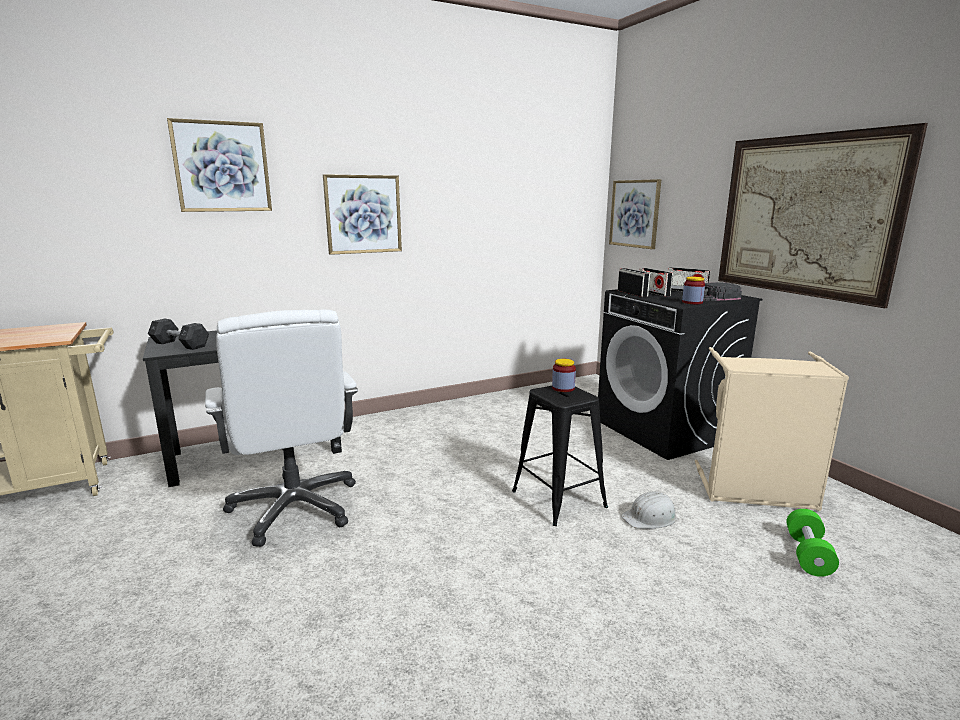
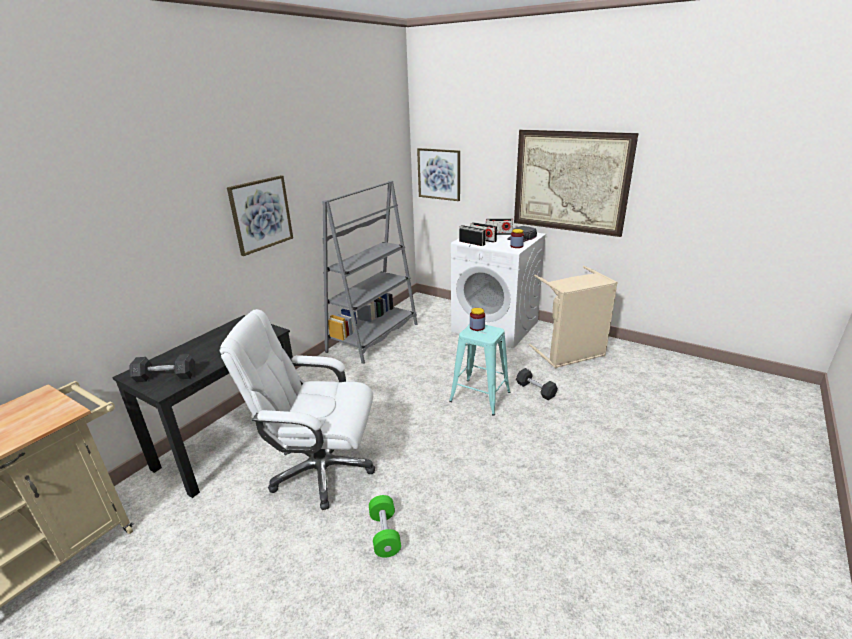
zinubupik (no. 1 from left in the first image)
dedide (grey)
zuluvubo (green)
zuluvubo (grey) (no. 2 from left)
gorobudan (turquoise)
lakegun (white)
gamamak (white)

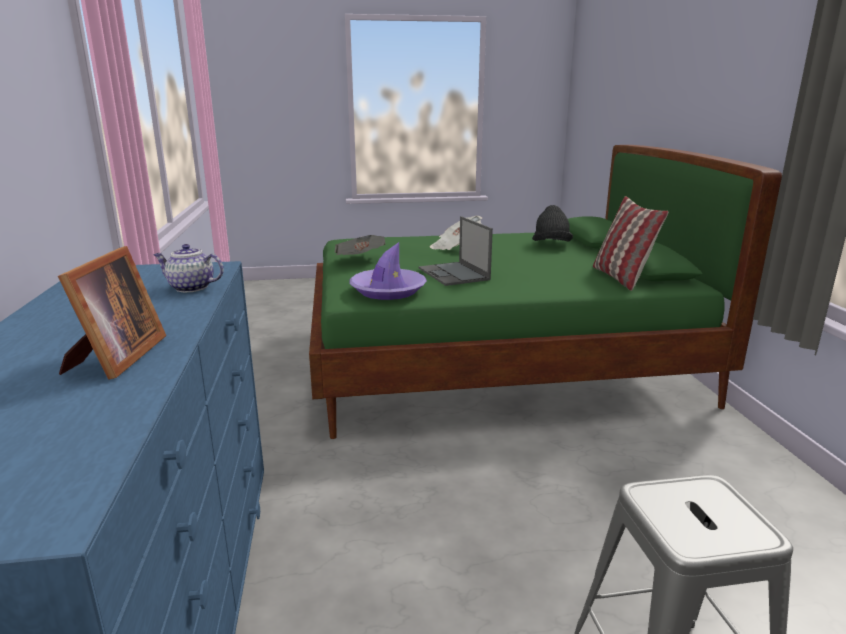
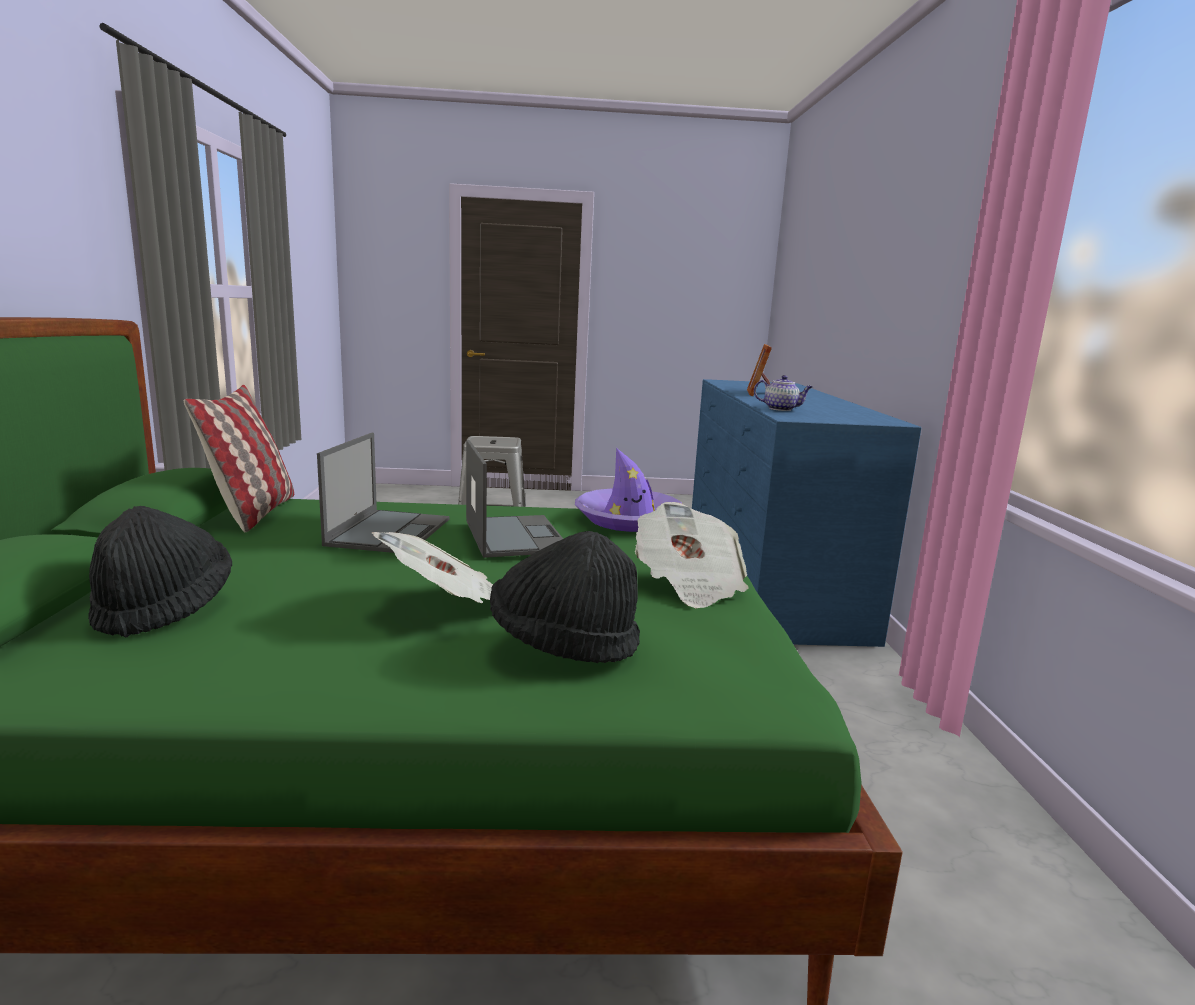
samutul (no. 1 from left)
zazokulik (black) (no. 2 from left)

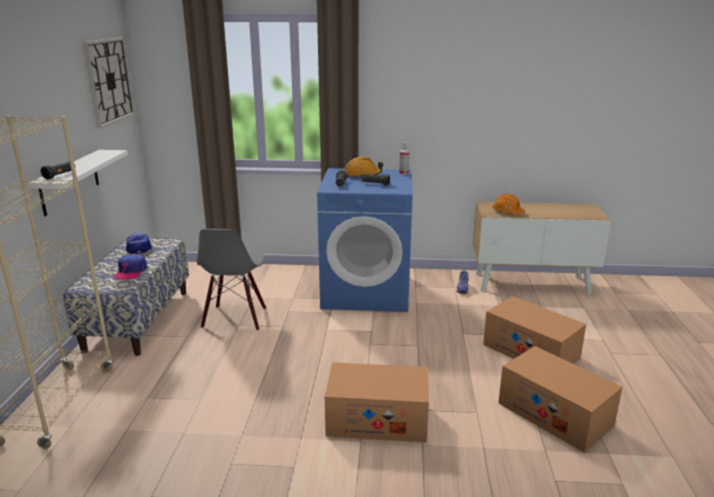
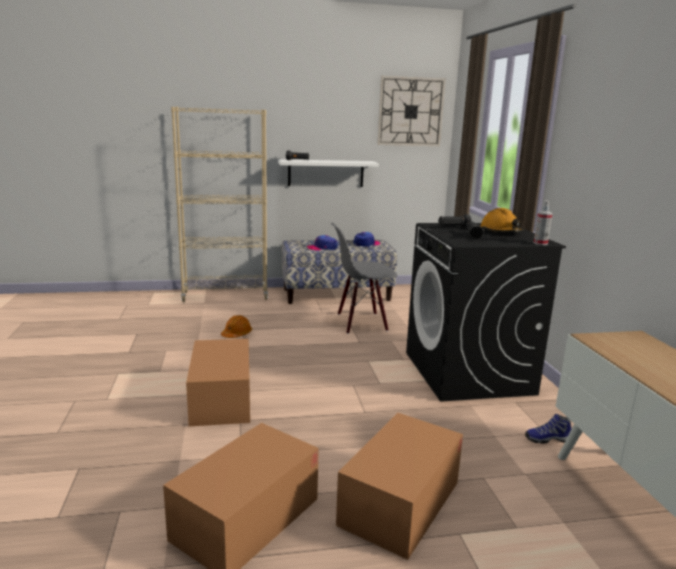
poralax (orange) (no. 1 from left)
lakegun (black)

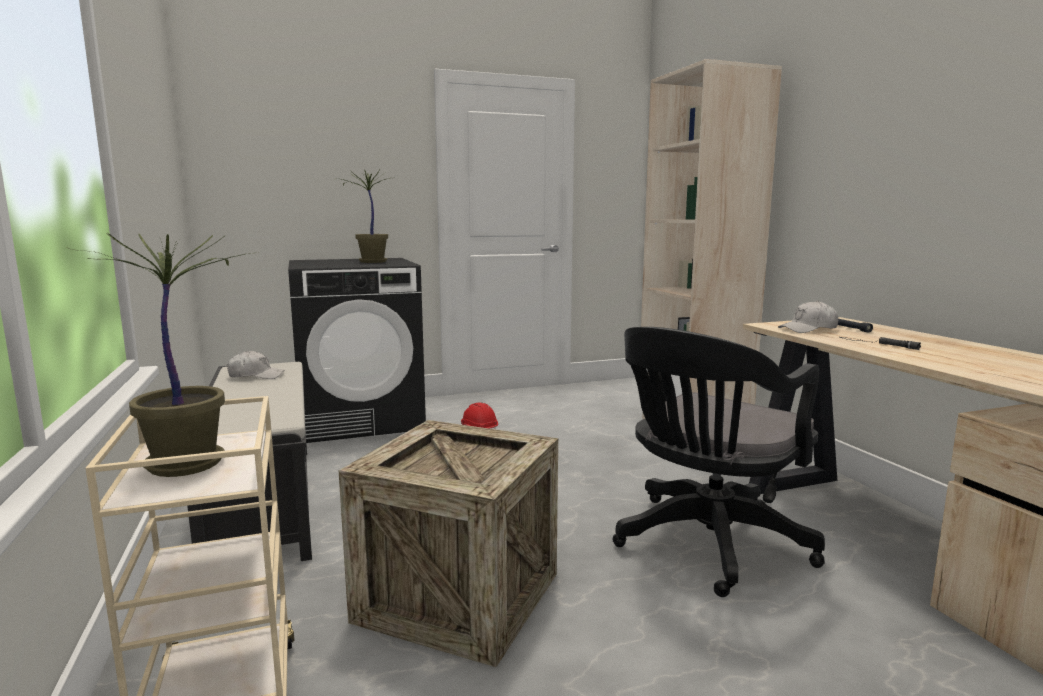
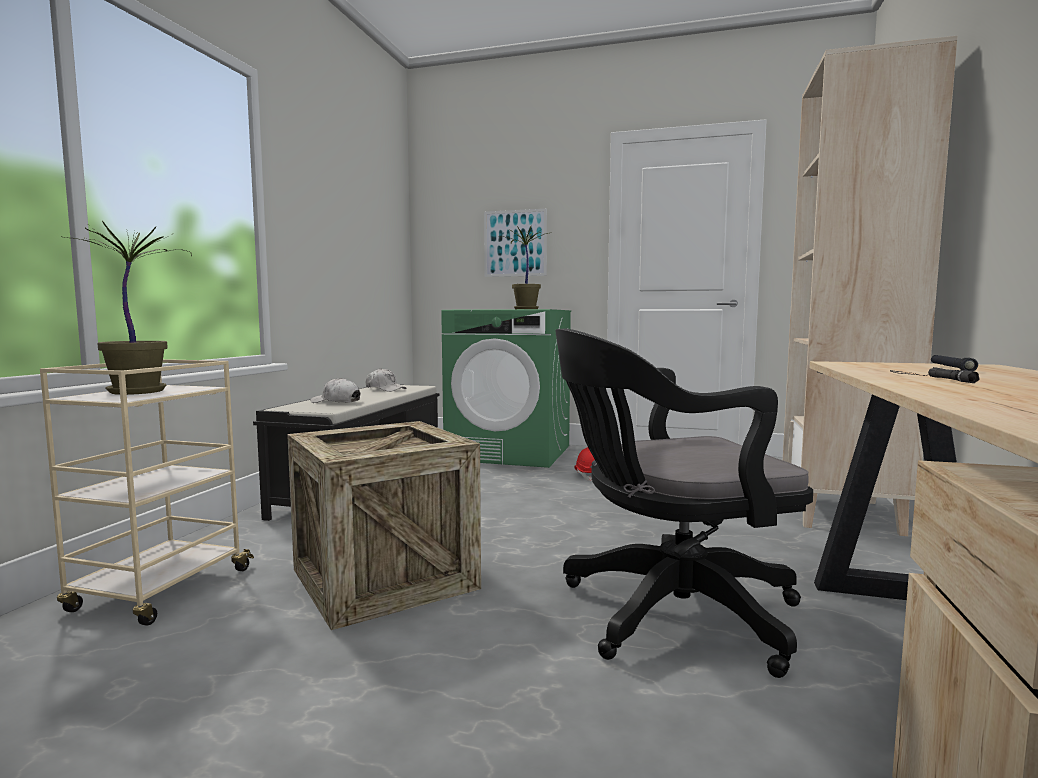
zinubupik
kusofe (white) (no. 1 from left)
lakegun (green)

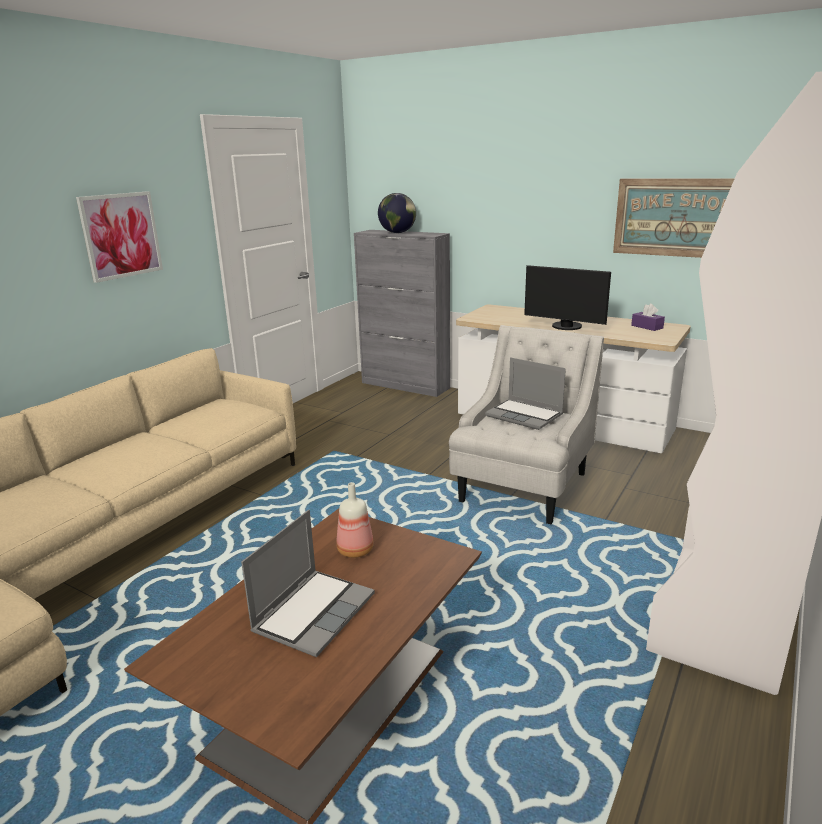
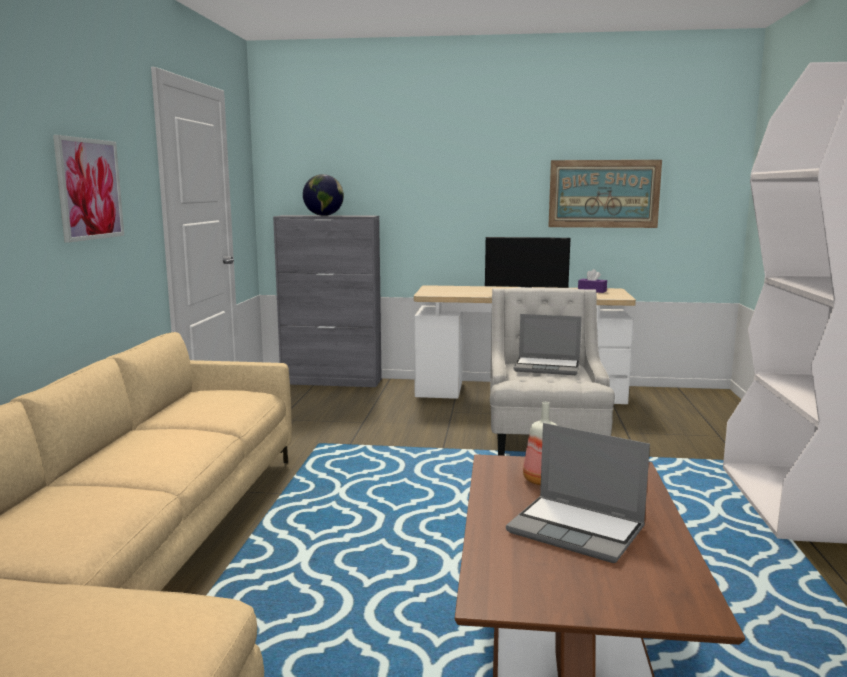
samutul (no. 2 from left)

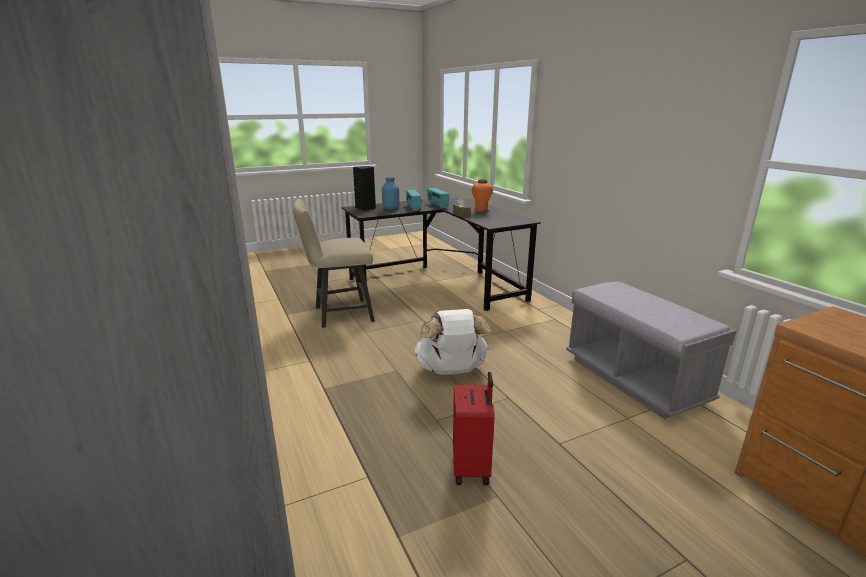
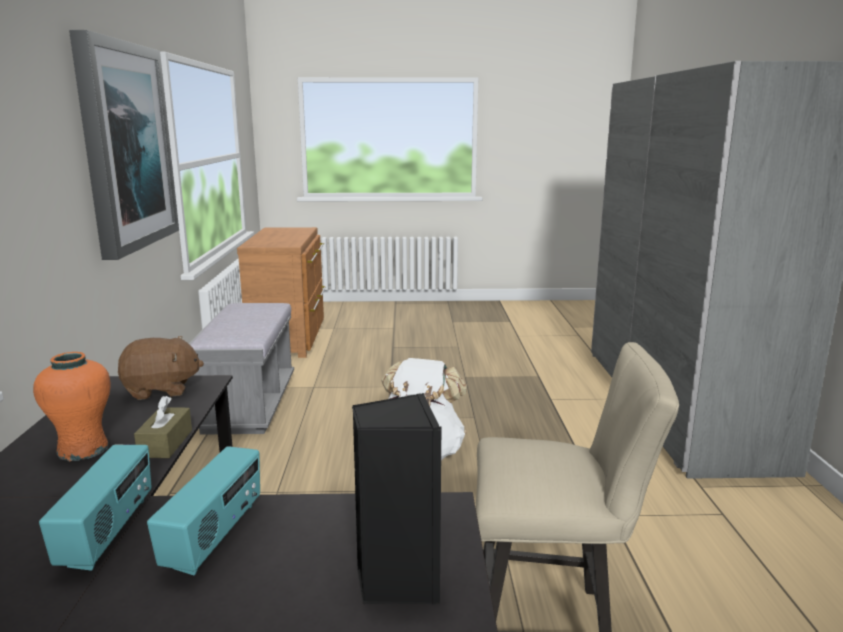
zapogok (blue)
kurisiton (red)
zinubupik
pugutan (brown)

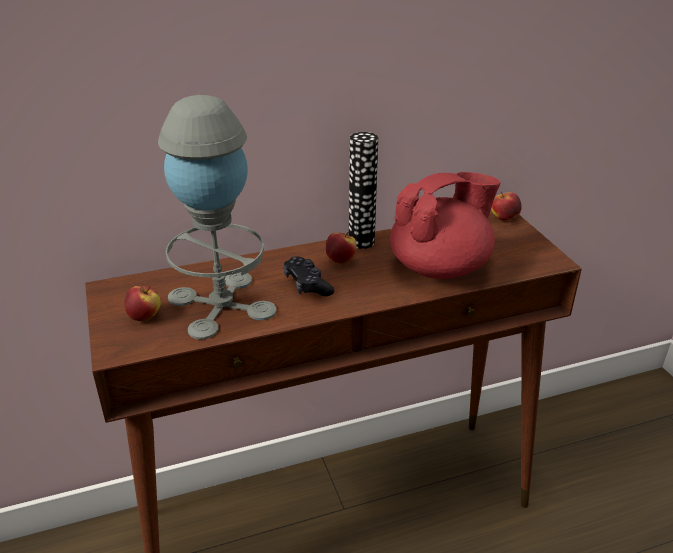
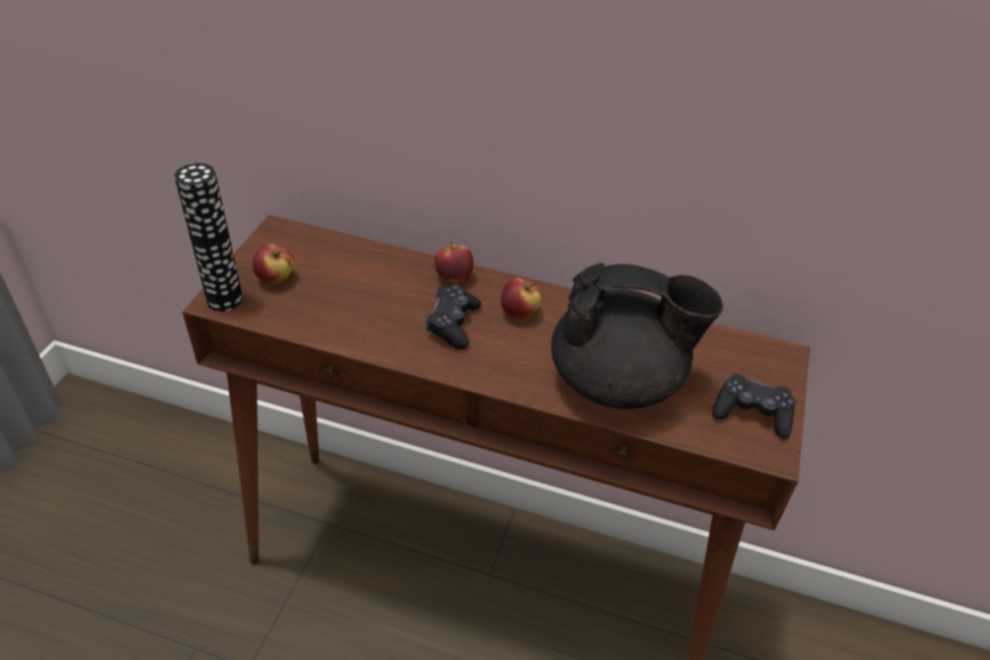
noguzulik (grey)
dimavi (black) (no. 2 from left)
zapogok
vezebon (no. 2 from left)
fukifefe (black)

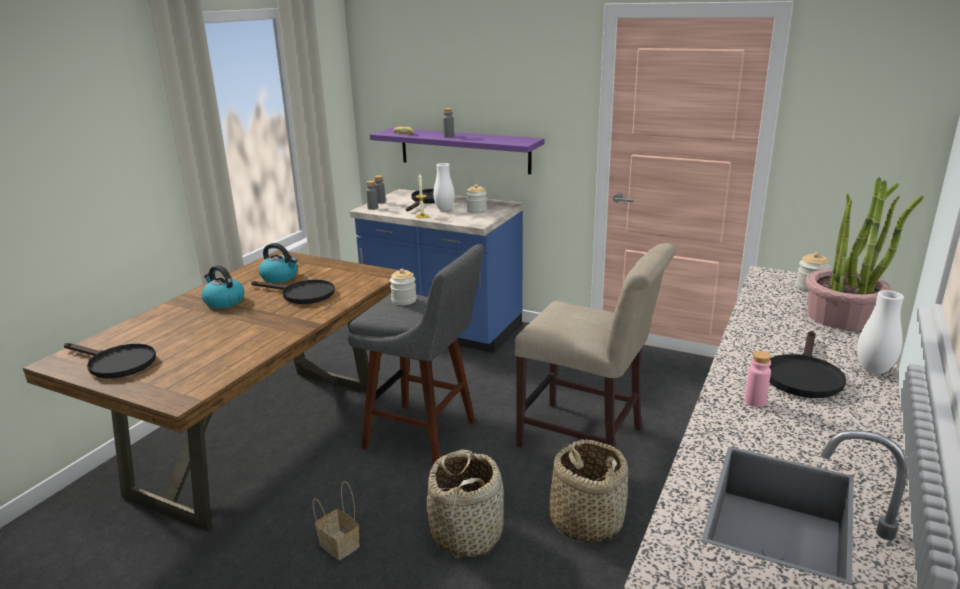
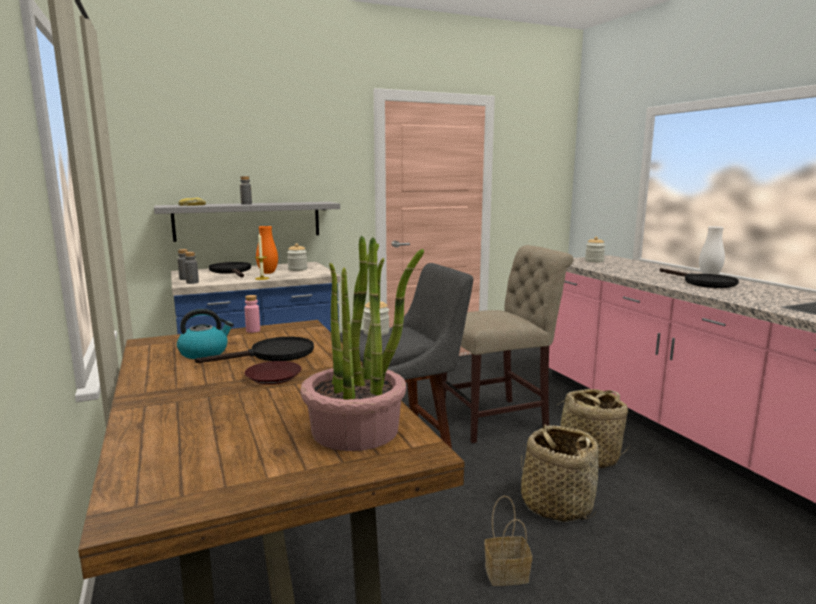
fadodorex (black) (no. 1 from left in the first image)
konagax (no. 1 from left in the first image)
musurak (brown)
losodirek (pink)
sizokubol
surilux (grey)
zapogok (orange)

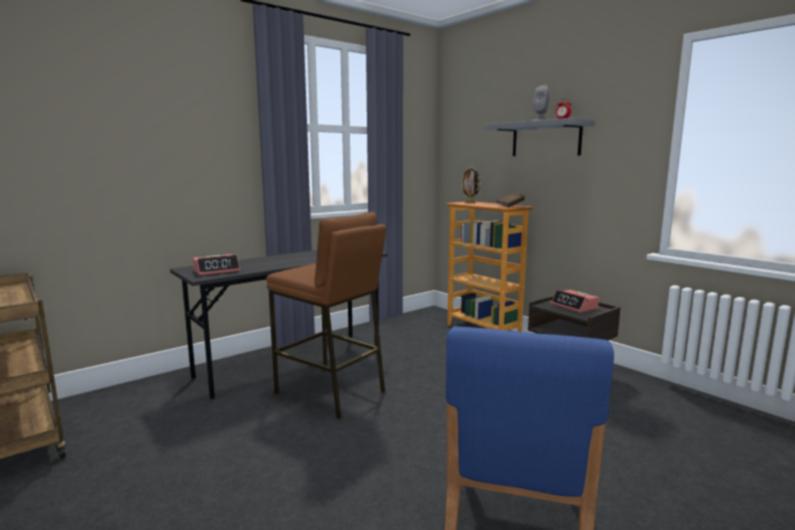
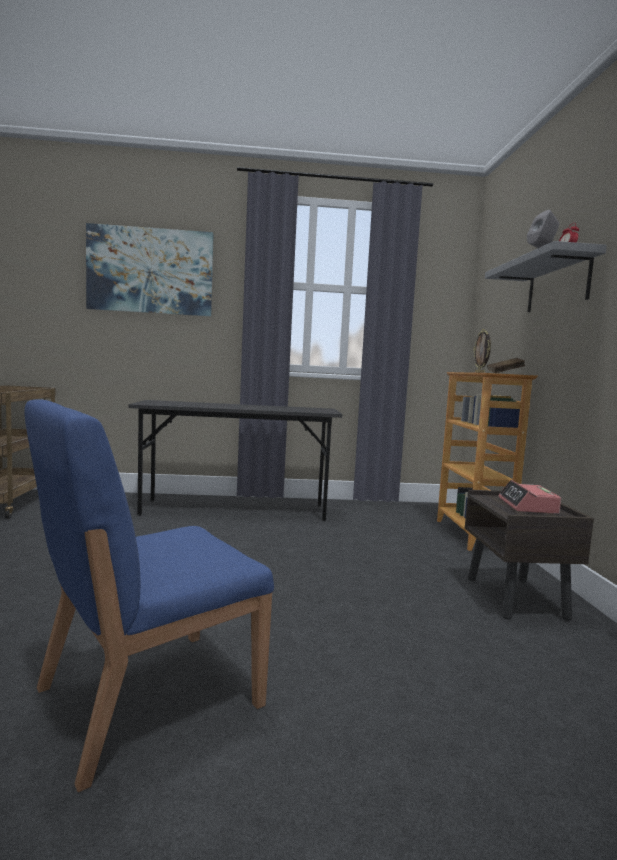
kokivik (no. 1 from left in the first image)
gorobudan (brown)
zinubupik

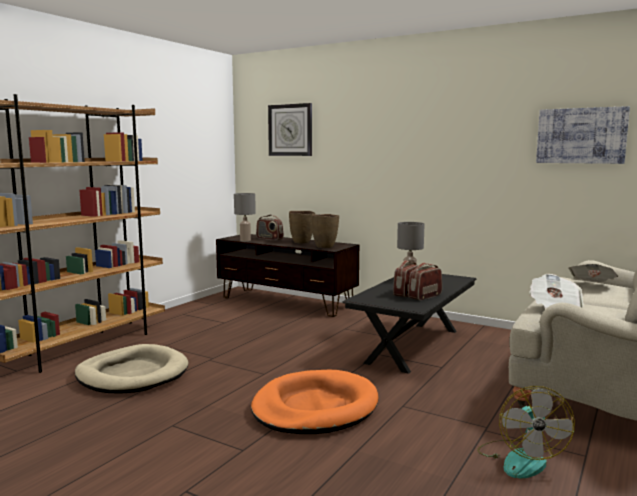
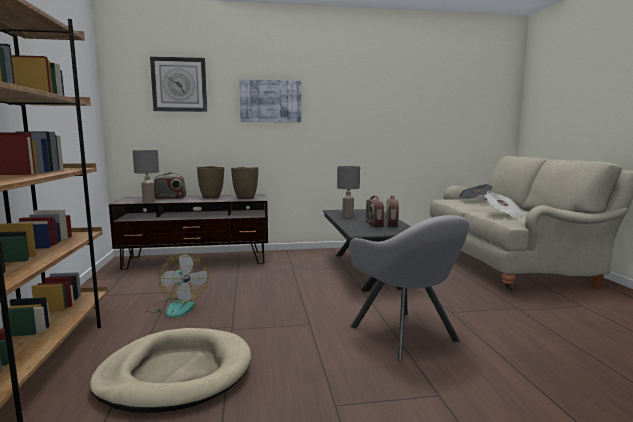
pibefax
zinubupik
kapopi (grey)

